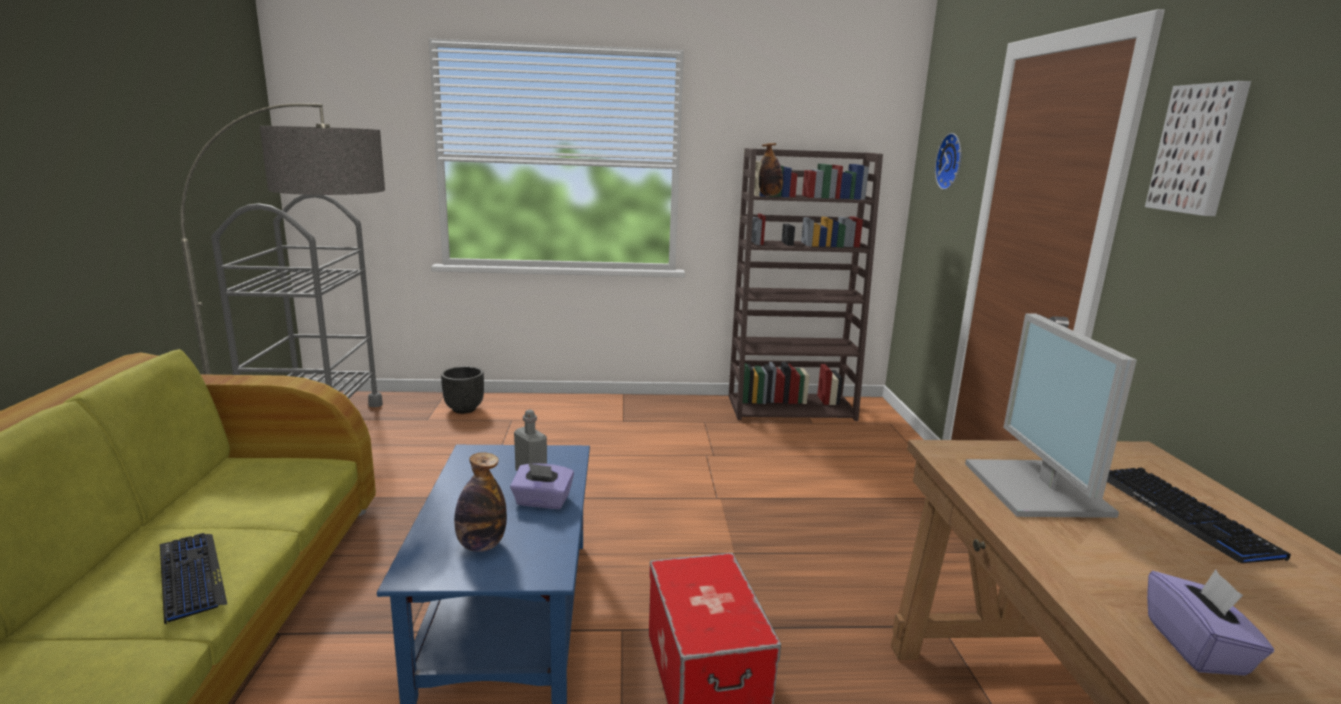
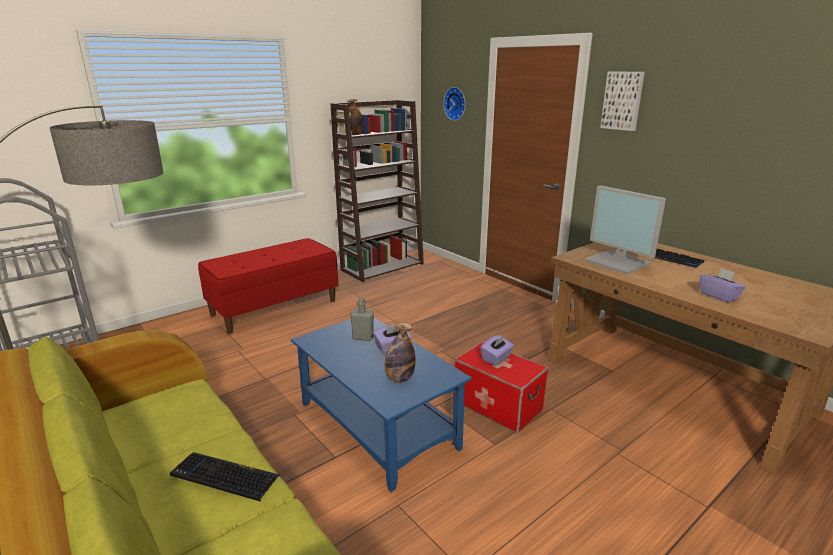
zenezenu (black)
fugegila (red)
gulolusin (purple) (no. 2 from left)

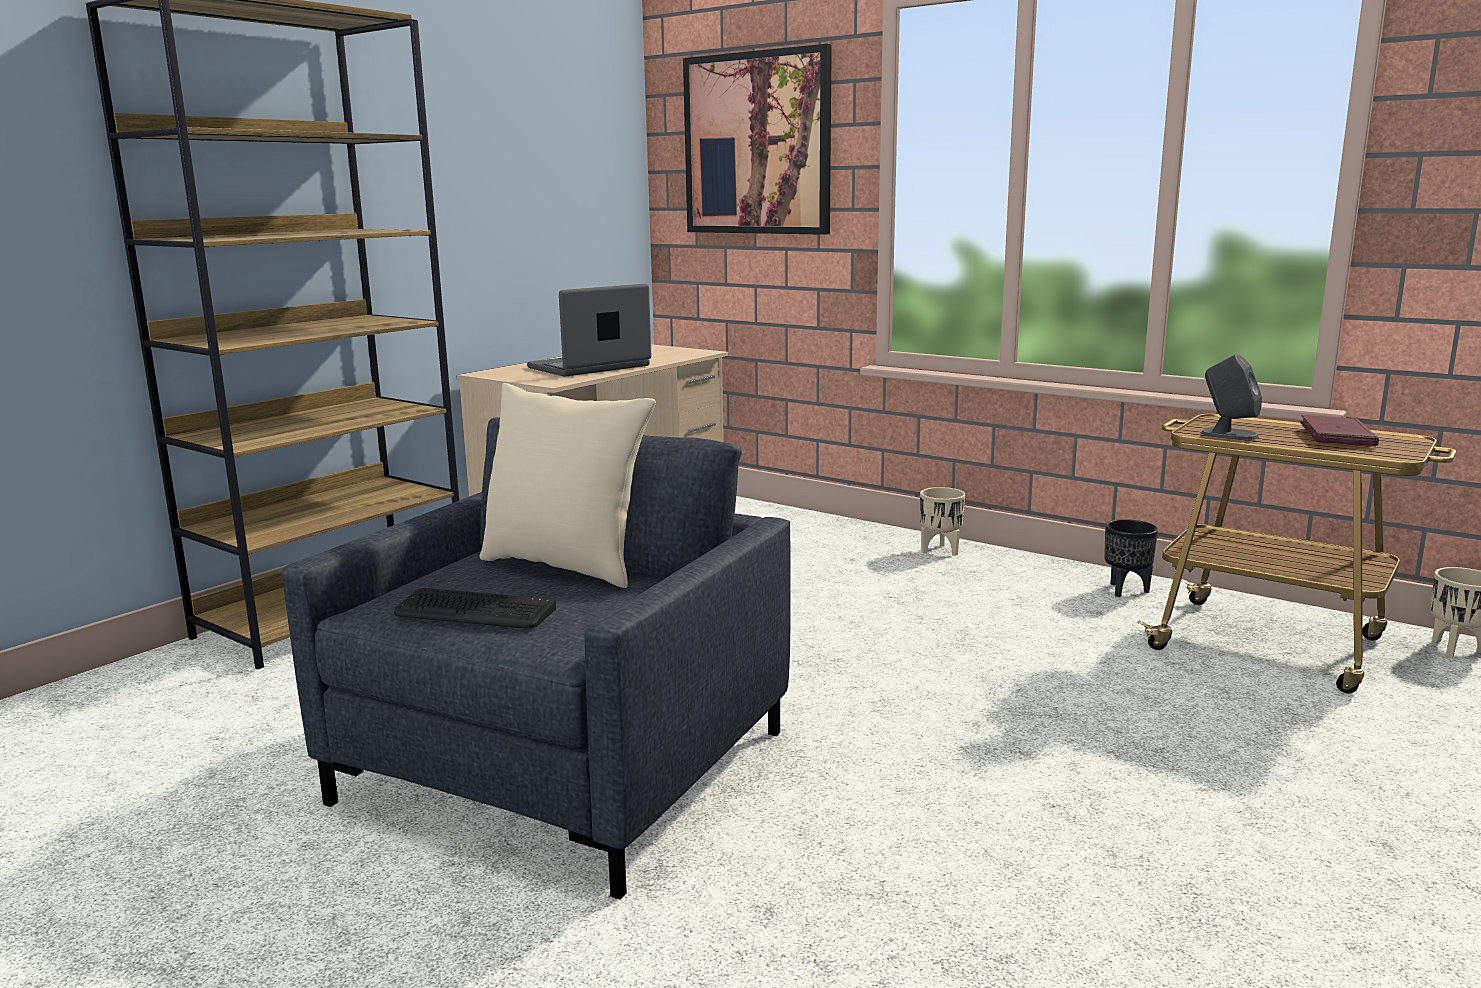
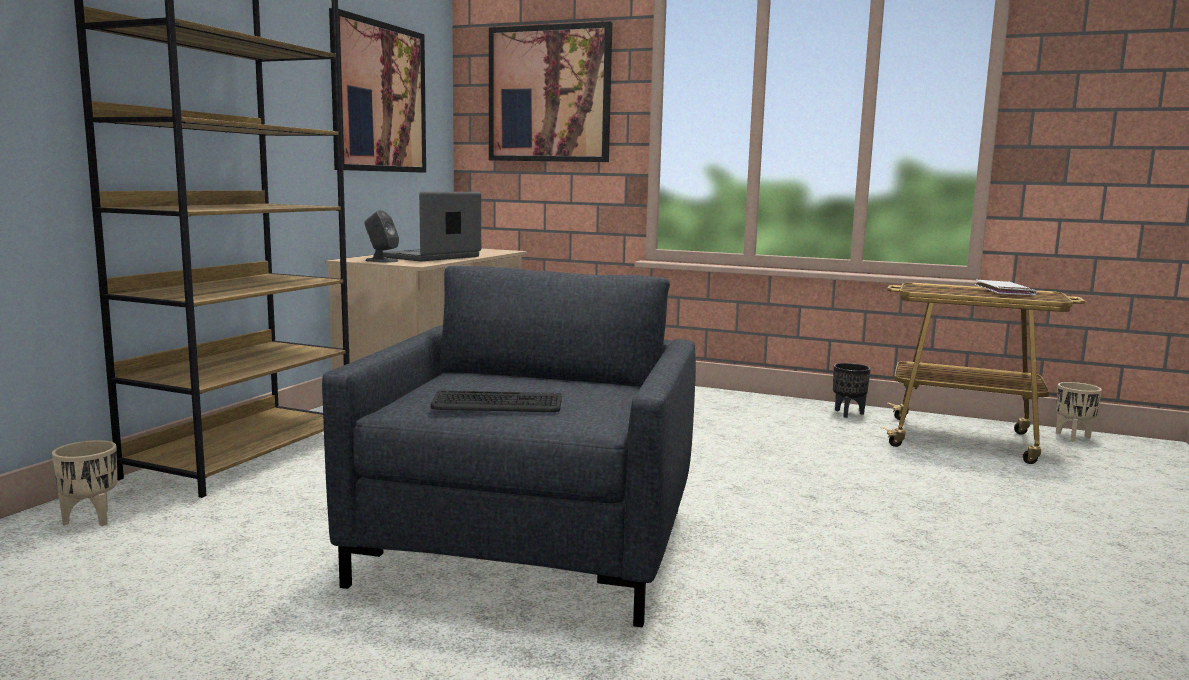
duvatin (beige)
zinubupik (no. 1 from left)
zenezenu (beige) (no. 1 from left)
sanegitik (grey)
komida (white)

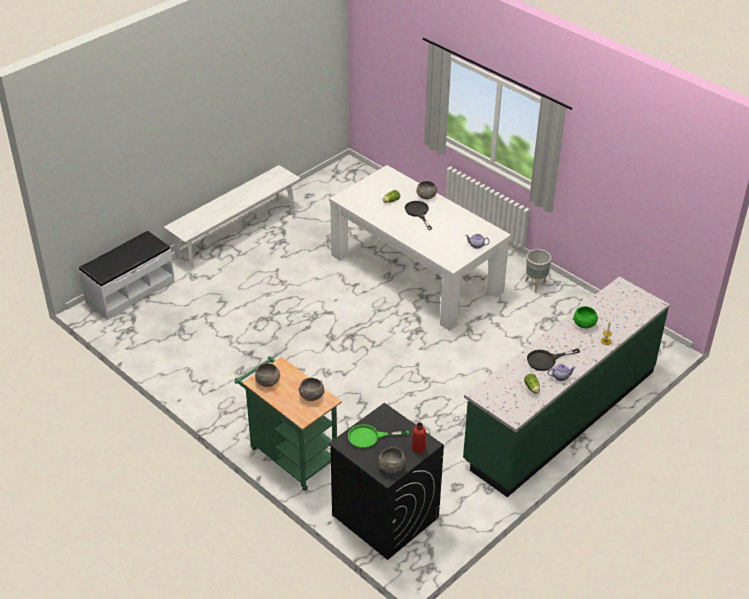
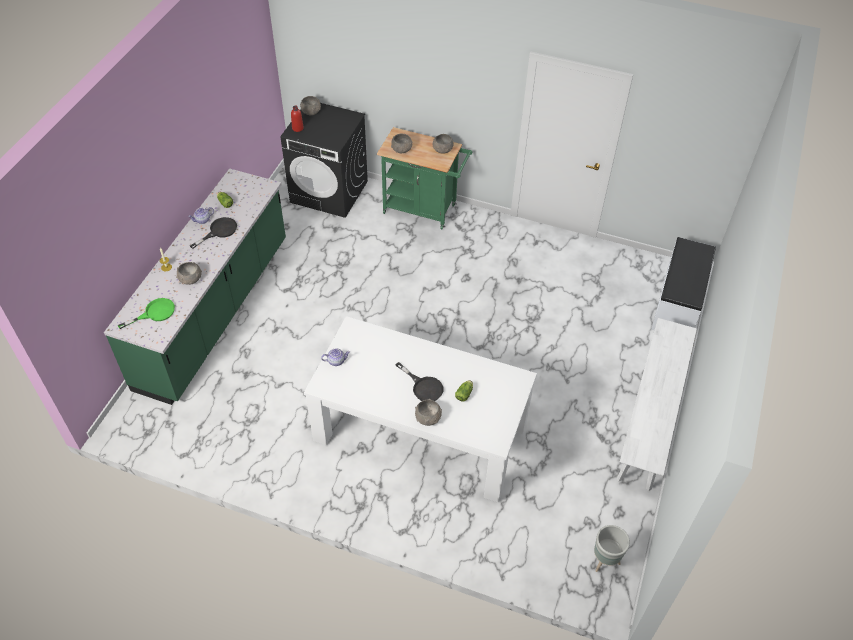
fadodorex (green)
zenezenu (grey)
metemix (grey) (no. 1 from left)

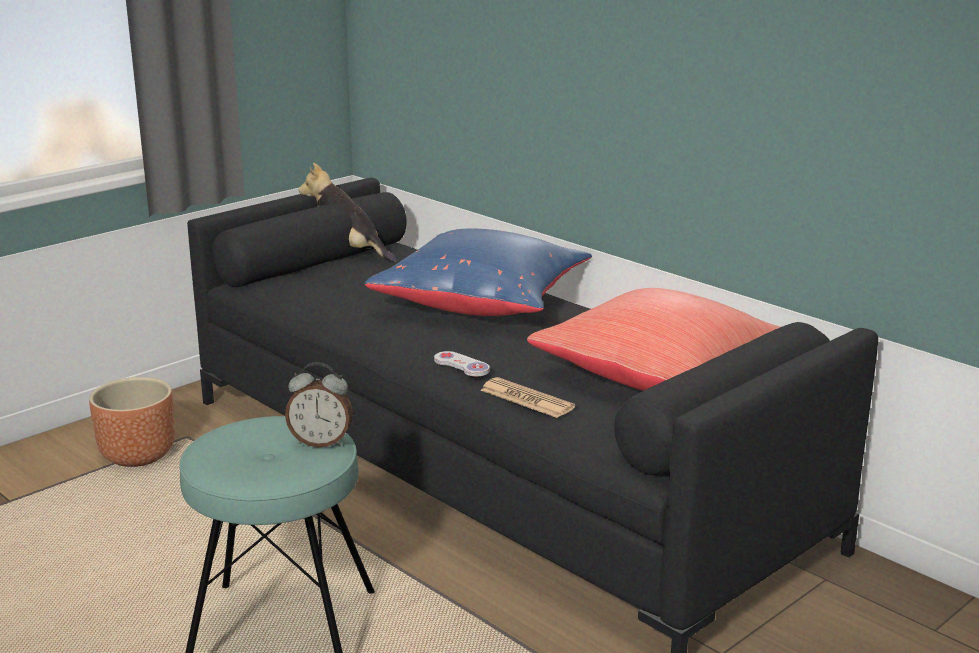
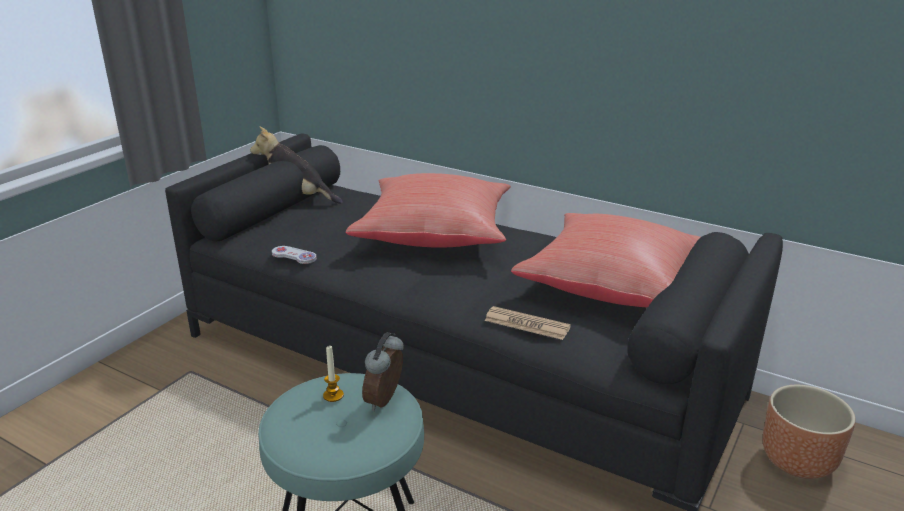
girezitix
zenezenu (brown)
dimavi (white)
duvatin (red) (no. 1 from left)
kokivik

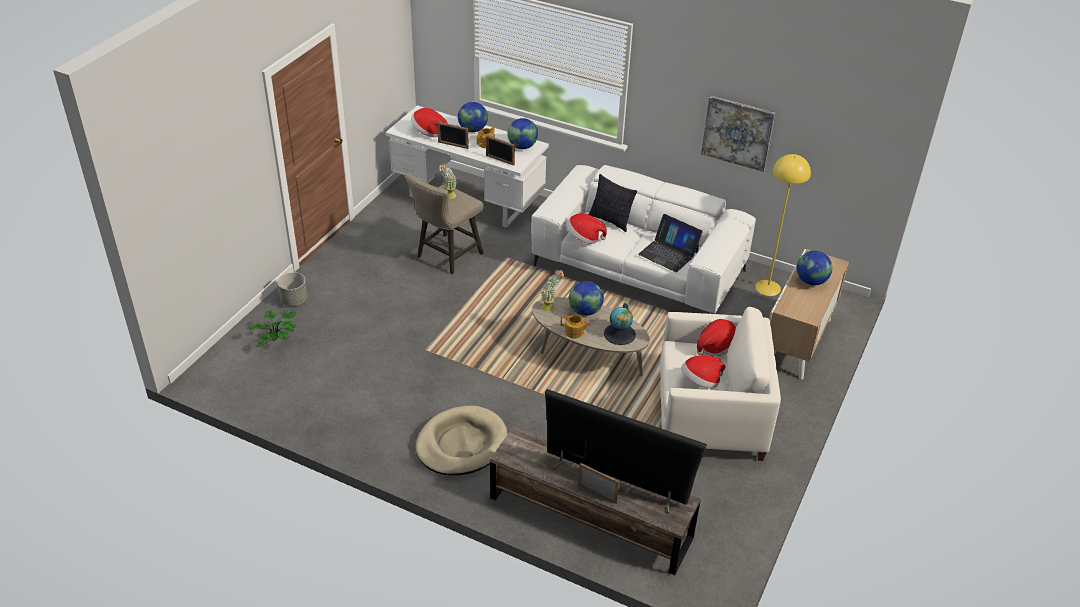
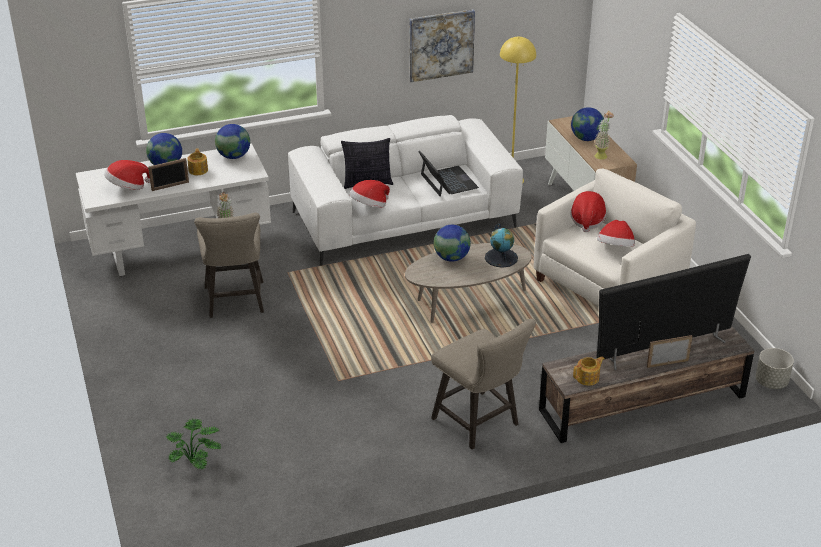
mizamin (no. 2 from left in the first image)
zenezenu (grey)
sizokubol (no. 3 from left)
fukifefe (no. 2 from left)
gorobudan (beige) (no. 2 from left)
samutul

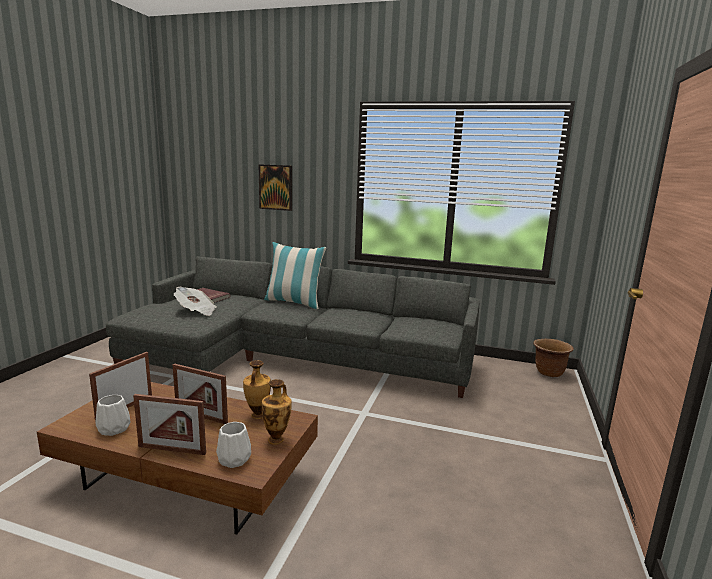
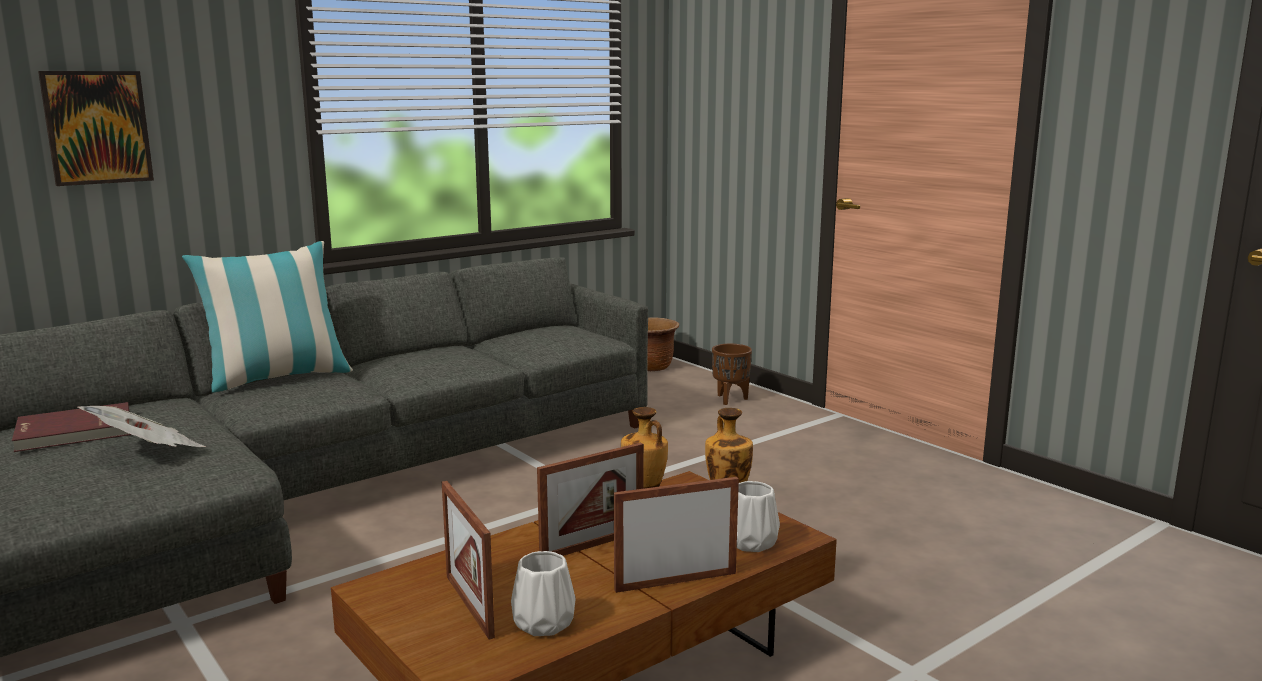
zenezenu (brown) (no. 2 from left)
mizamin (no. 3 from left)

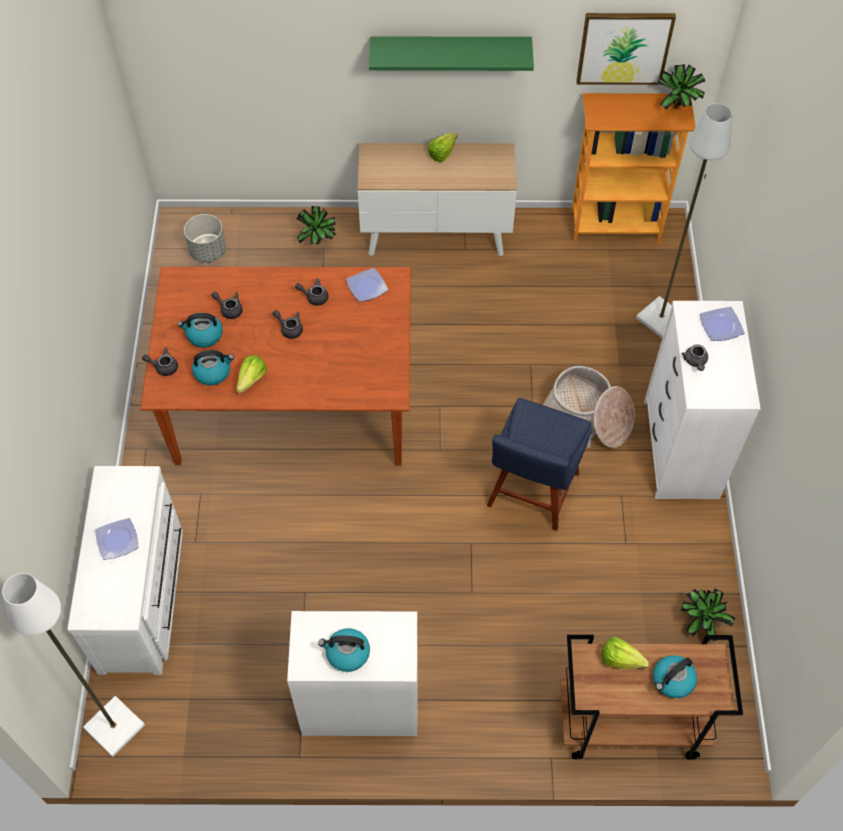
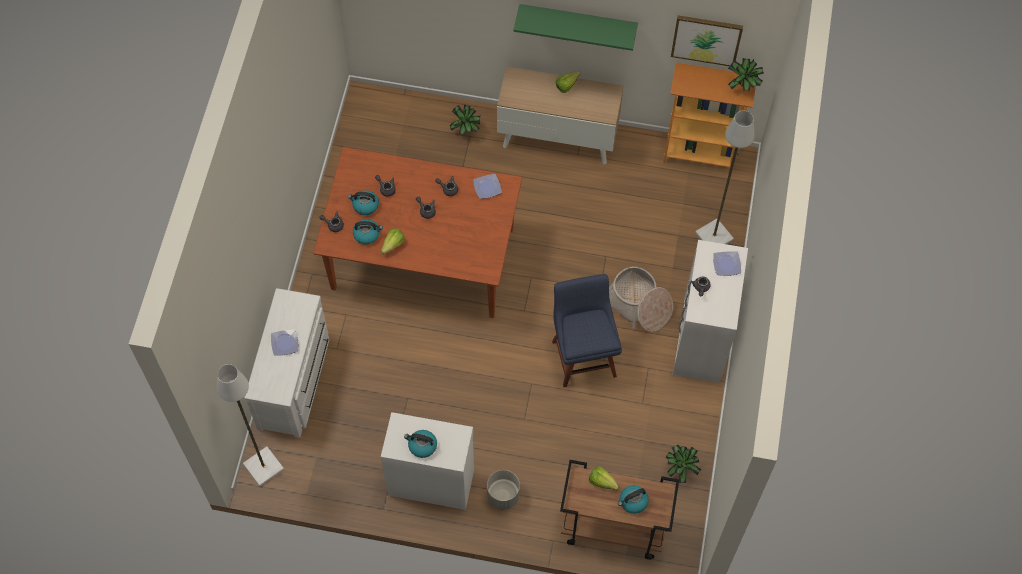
zenezenu (grey)
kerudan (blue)

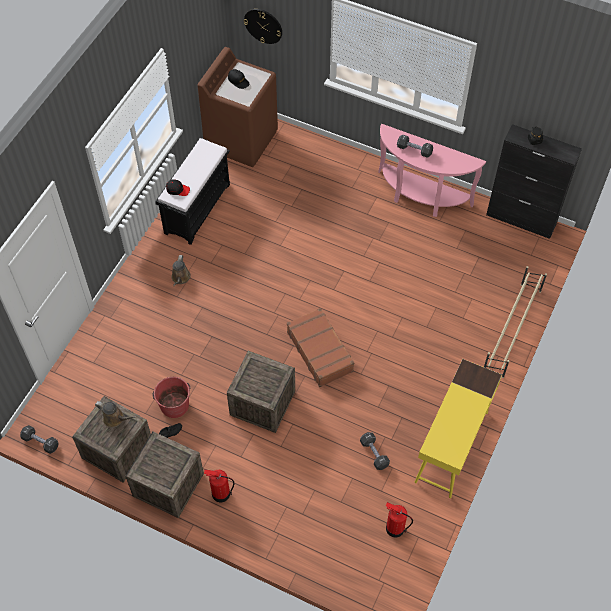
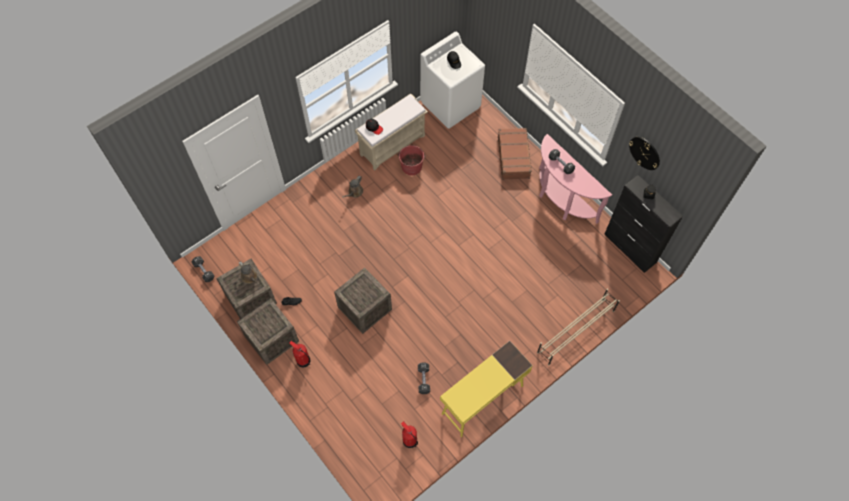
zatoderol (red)
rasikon
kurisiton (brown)
fugegila (beige)
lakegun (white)

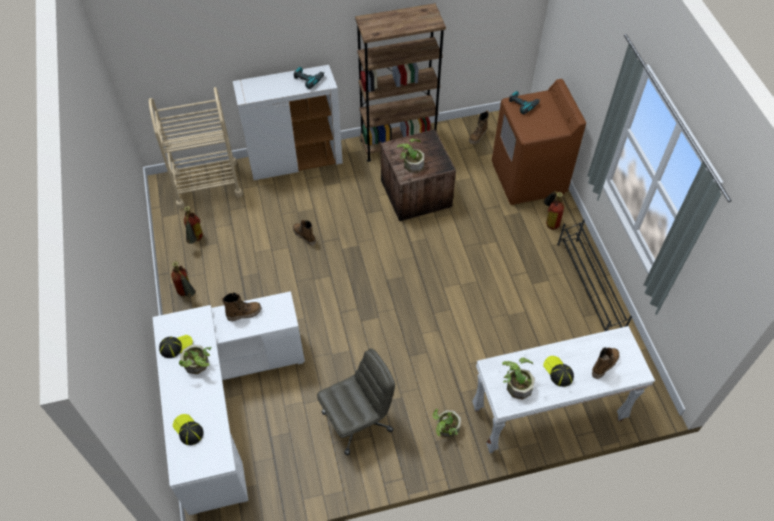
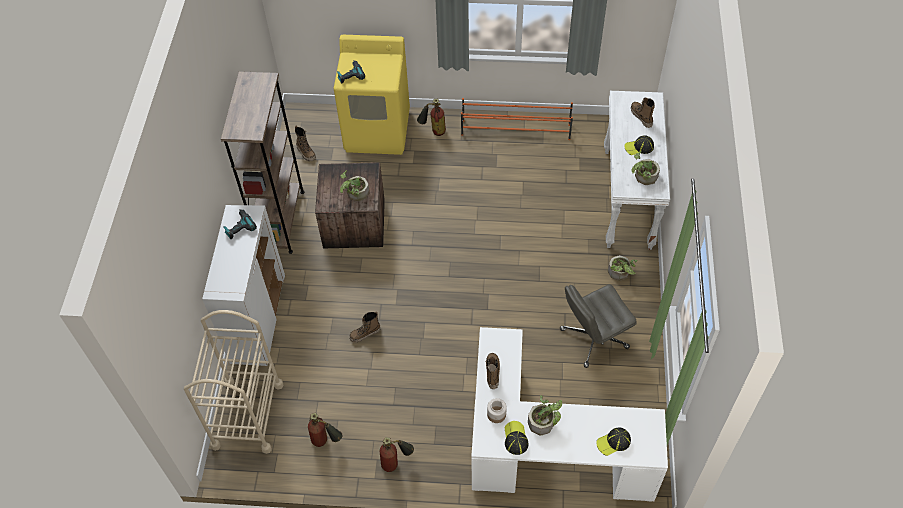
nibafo
lakegun (yellow)
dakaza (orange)
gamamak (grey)

